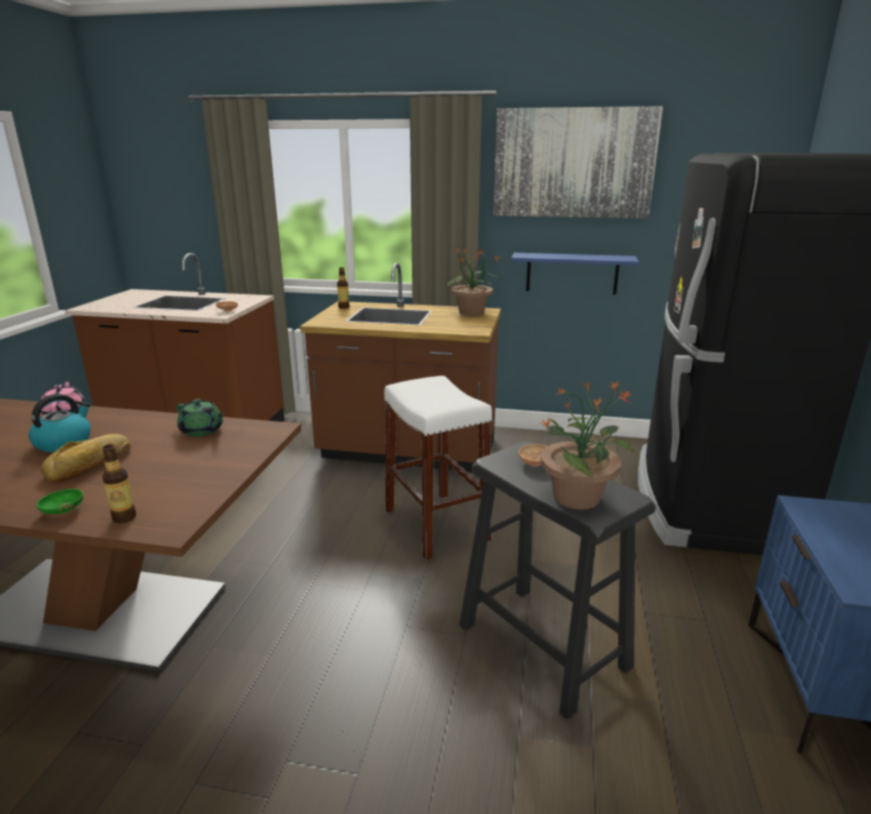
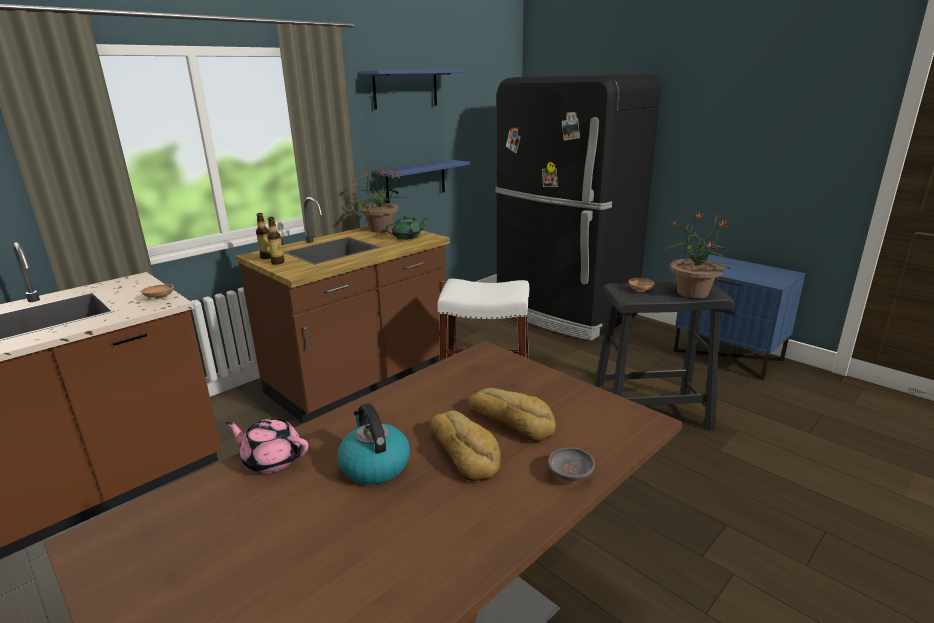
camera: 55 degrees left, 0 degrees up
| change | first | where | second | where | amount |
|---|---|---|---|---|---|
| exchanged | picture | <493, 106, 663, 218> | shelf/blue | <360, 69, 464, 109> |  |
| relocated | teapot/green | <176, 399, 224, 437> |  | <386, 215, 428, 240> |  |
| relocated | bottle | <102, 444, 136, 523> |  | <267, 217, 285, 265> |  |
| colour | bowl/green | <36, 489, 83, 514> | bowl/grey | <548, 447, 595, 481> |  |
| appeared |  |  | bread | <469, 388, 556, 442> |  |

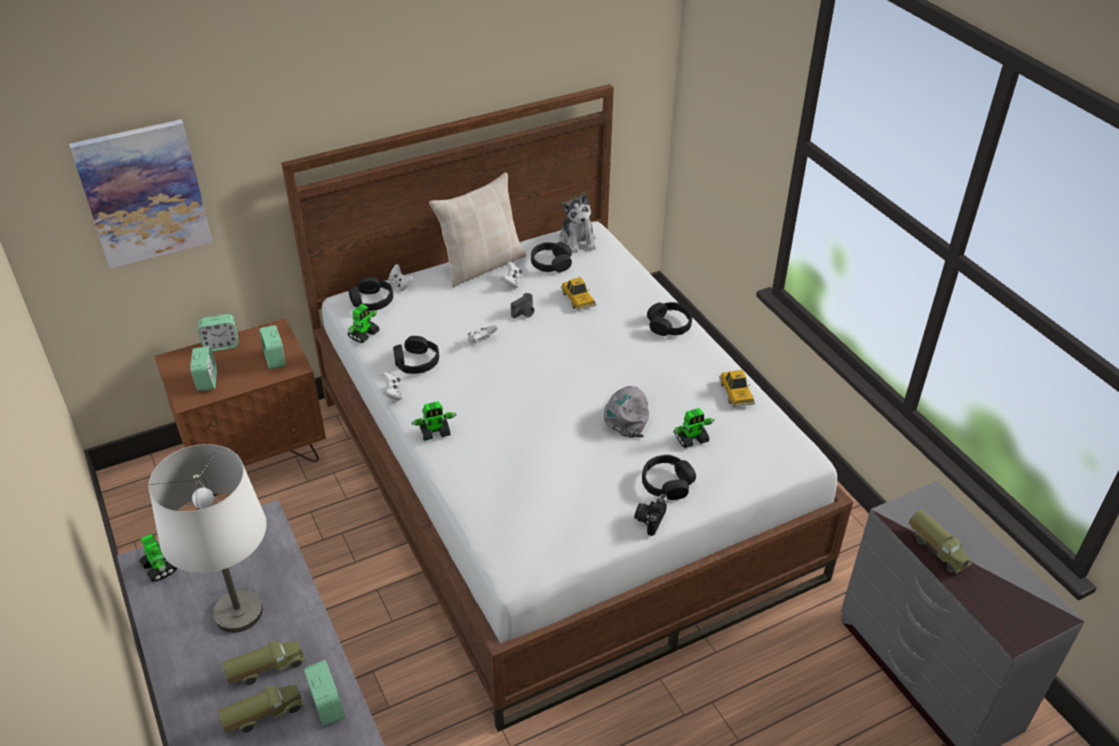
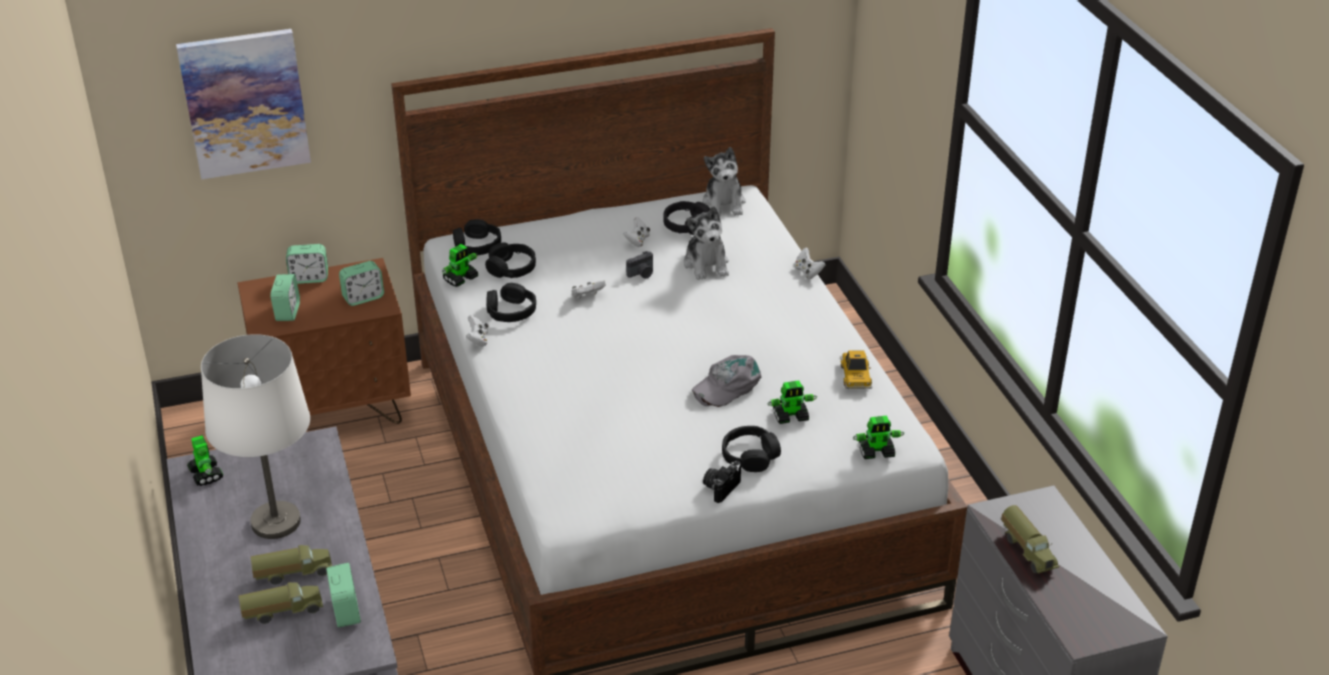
camera: 10 degrees right, 5 degrees down
| change | first | where | second | where | amount |
|---|---|---|---|---|---|
| missing | pillow/beige | <429, 172, 526, 288> |  |  |  |
| relocated | game controller/white | <388, 264, 414, 291> |  | <794, 247, 825, 279> |  |
| exchanged | toy car | <561, 277, 596, 310> | plush toy | <684, 206, 729, 280> |  |
| relocated | headphones/black | <647, 302, 692, 336> |  | <485, 242, 536, 278> |  |
| spun | alarm clock | <259, 325, 286, 369> |  | <339, 261, 384, 306> | 105 degrees counterclockwise |
| spun | cap/grey | <604, 386, 649, 438> |  | <692, 355, 761, 407> | 150 degrees counterclockwise |
| relocated | toy robot | <412, 401, 456, 441> |  | <853, 416, 904, 459> |  |

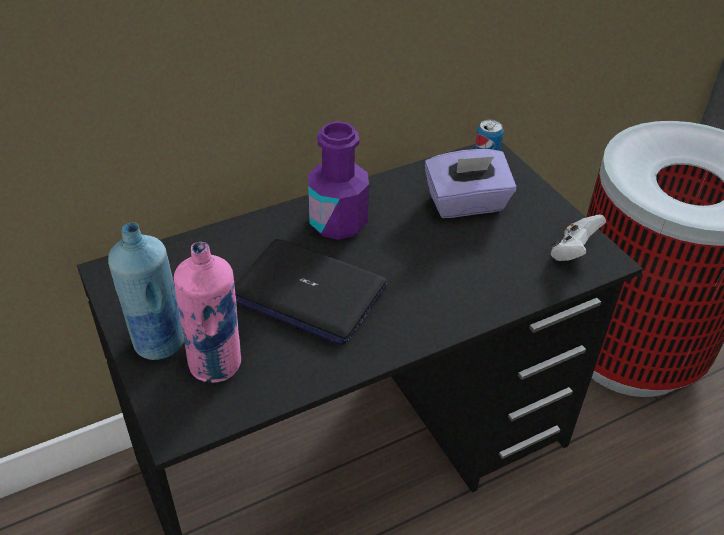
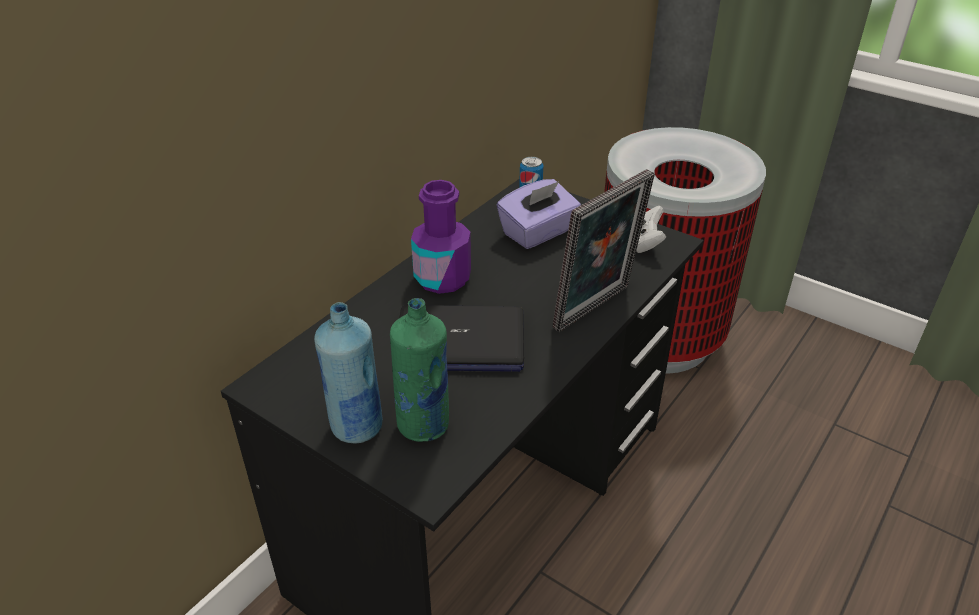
camera: 25 degrees left, 5 degrees down
| change | first | where | second | where | amount |
|---|---|---|---|---|---|
| colour | bottle/pink | <174, 242, 241, 383> | bottle/green | <390, 298, 449, 442> |  |
| appeared |  |  | picture frame | <552, 169, 655, 332> |  |

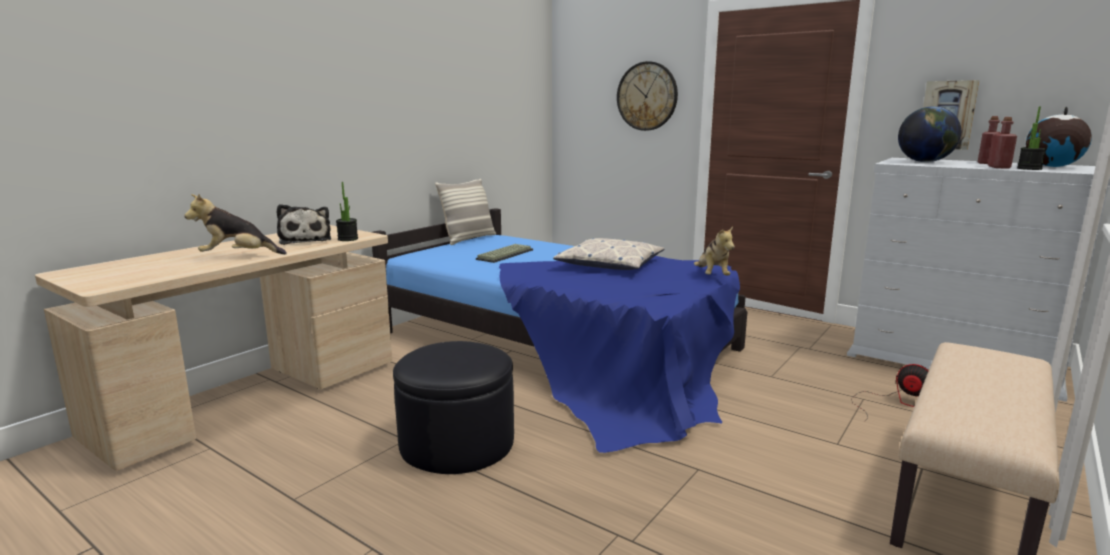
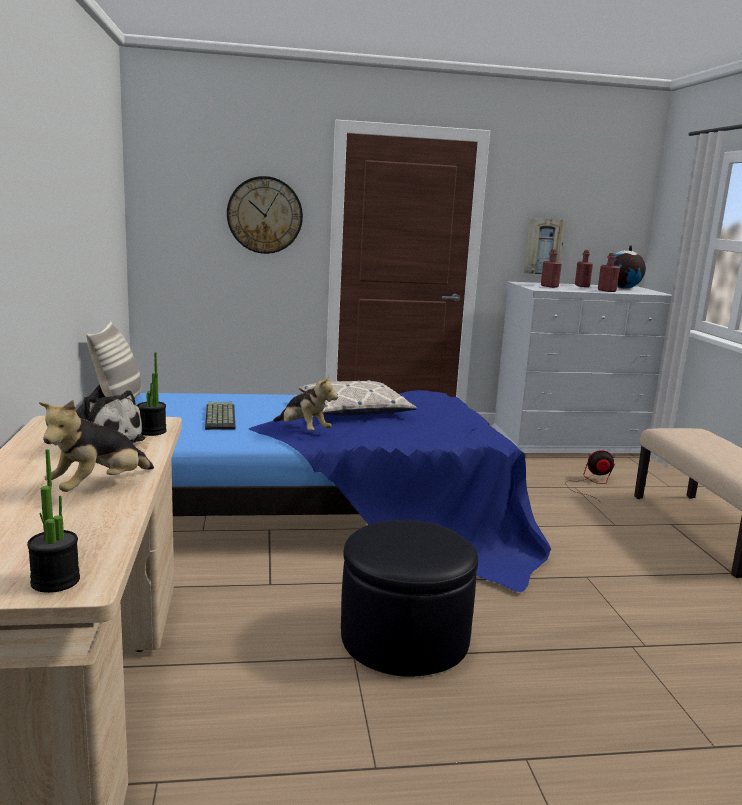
camera: 45 degrees left, 0 degrees up
| change | first | where | second | where | amount |
|---|---|---|---|---|---|
| exchanged | globe | <898, 106, 961, 162> | bottle/red | <541, 249, 562, 288> |  |
| relocated | potted plant | <1017, 107, 1046, 170> |  | <27, 449, 80, 593> |  |
| relocated | plush toy | <694, 226, 735, 275> |  | <273, 374, 338, 431> |  |

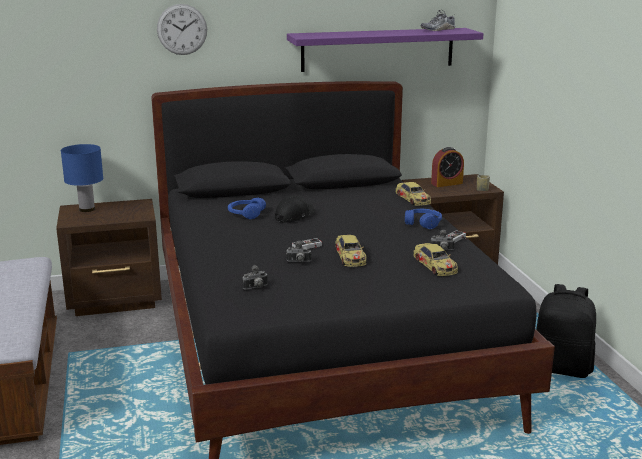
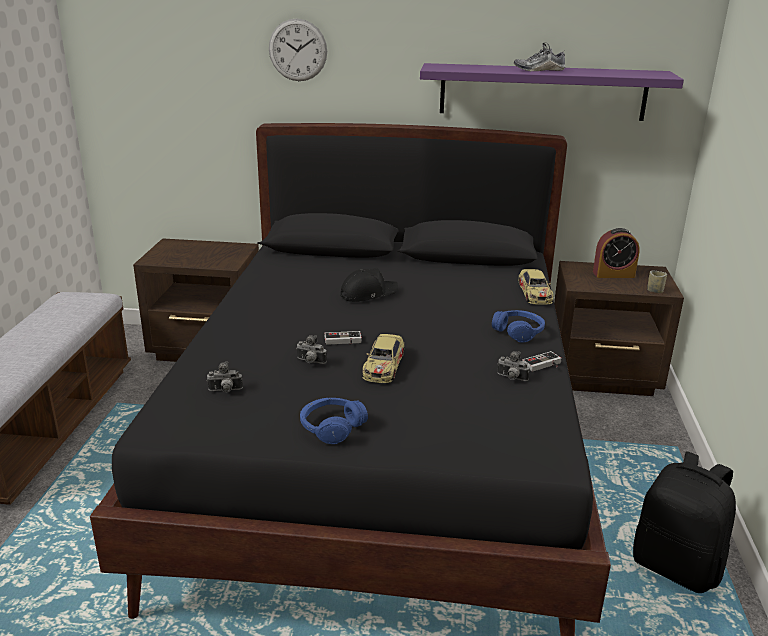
camera: 20 degrees right, 5 degrees up
| change | first | where | second | where | amount |
|---|---|---|---|---|---|
| relocated | shoe | <421, 10, 455, 31> |  | <514, 43, 565, 72> |  |
| missing | table lamp/blue | <61, 144, 104, 212> |  |  |  |
| relocated | headphones/blue | <228, 197, 266, 219> |  | <300, 398, 368, 444> |  |
| missing | toy car | <413, 243, 458, 276> |  |  |  |

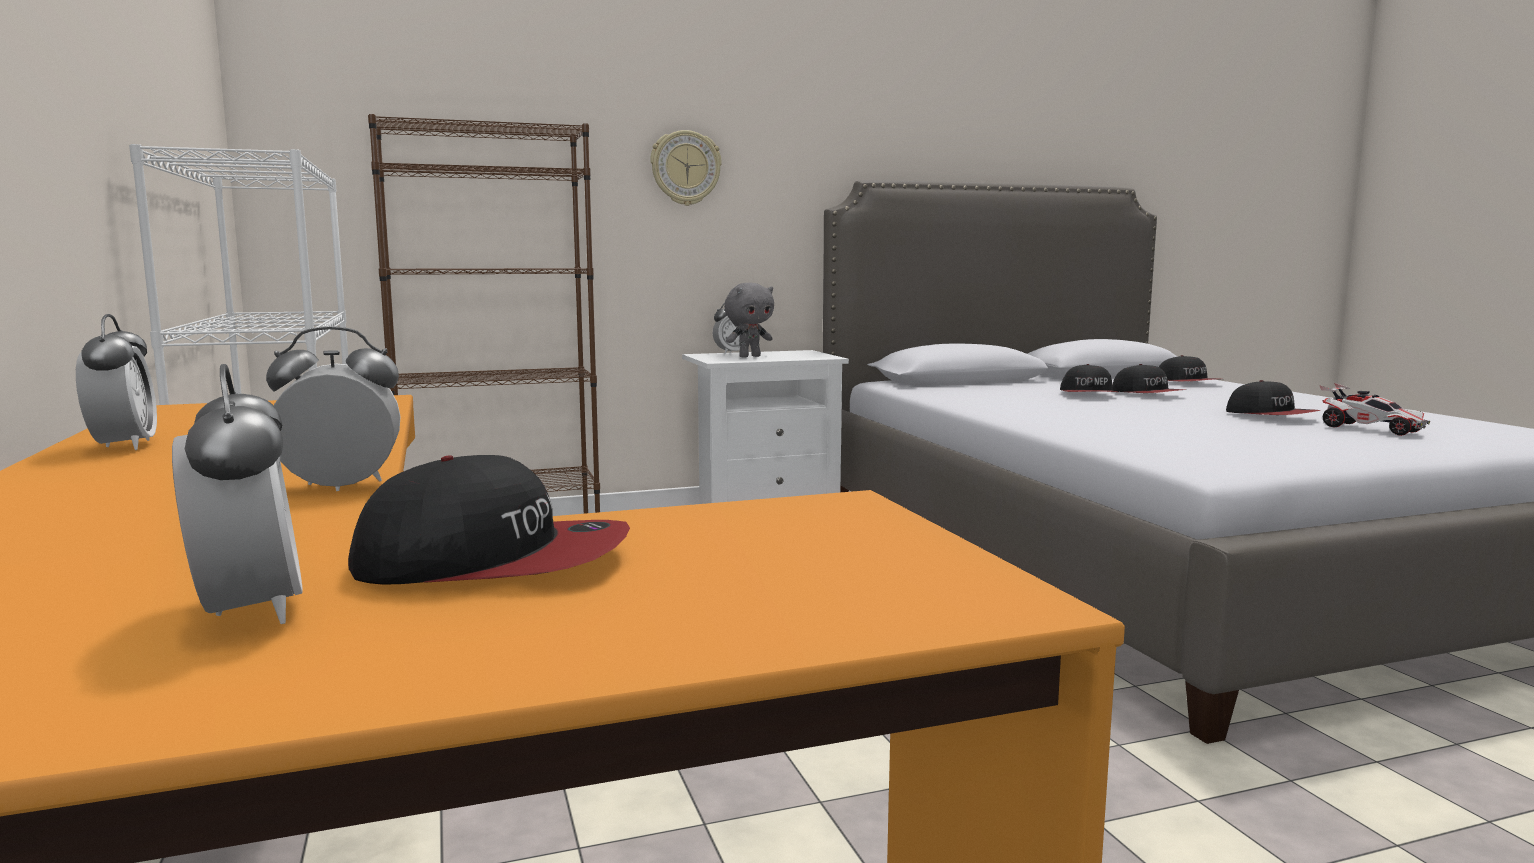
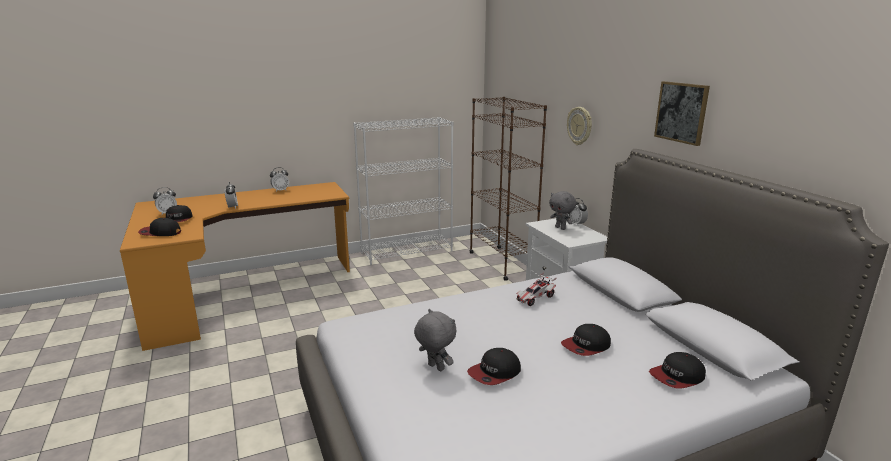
camera: 85 degrees right, 10 degrees up
| change | first | where | second | where | amount |
|---|---|---|---|---|---|
| relocated | cap | <1060, 364, 1117, 392> |  | <138, 218, 181, 236> |  |
| relocated | toy car | <1319, 383, 1430, 436> |  | <516, 272, 557, 306> |  |
| appeared |  |  | picture | <654, 81, 710, 146> |  |
| appeared |  |  | plush toy/grey | <414, 309, 457, 371> |  |

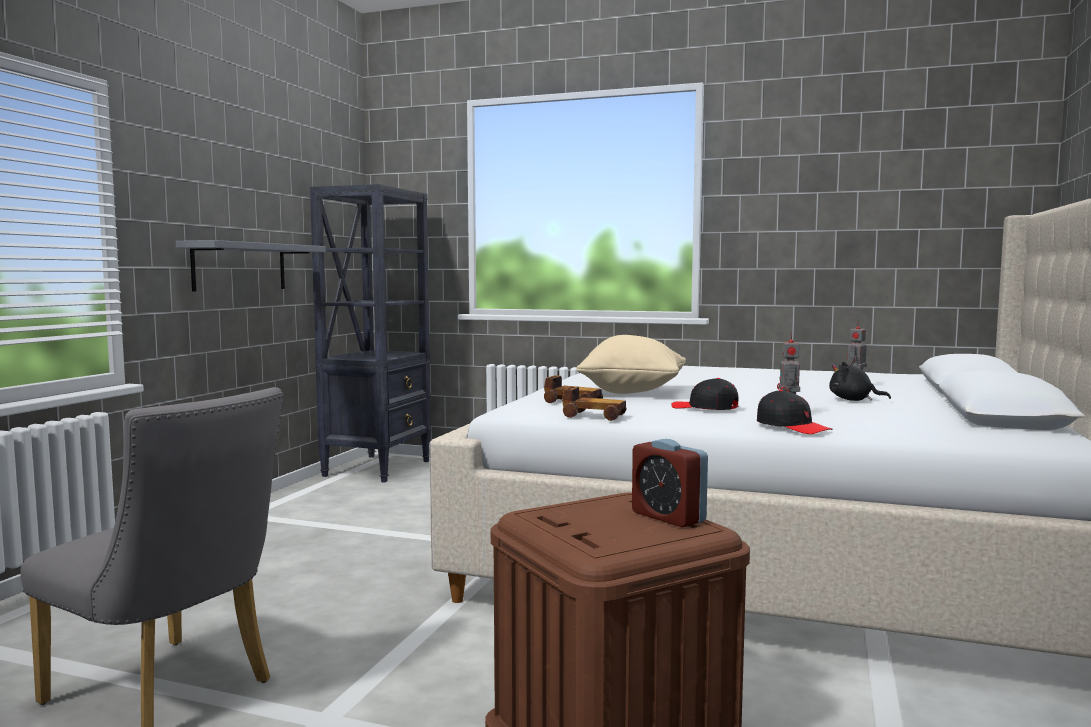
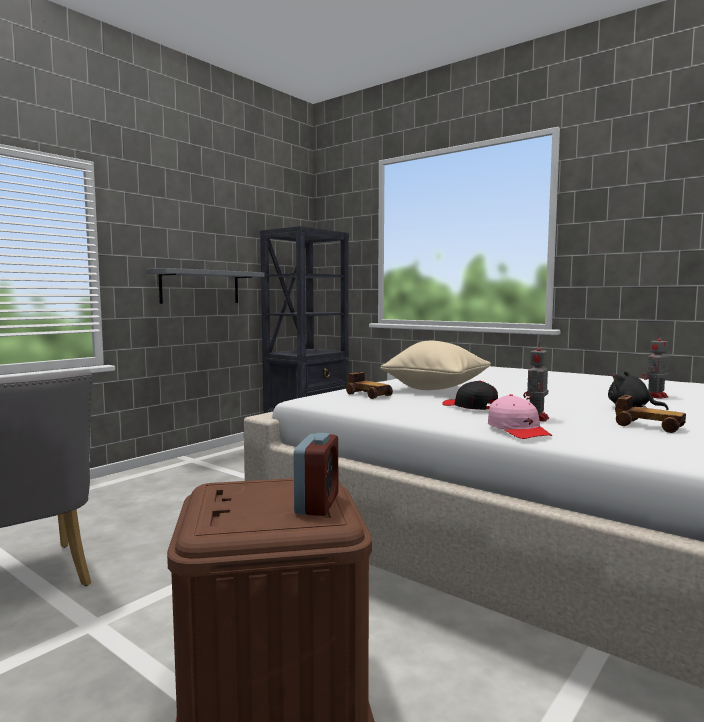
camera: 20 degrees right, 0 degrees up
| change | first | where | second | where | amount |
|---|---|---|---|---|---|
| relocated | toy car | <562, 386, 626, 421> |  | <615, 395, 686, 433> |  |
| colour | cap/black | <757, 390, 832, 434> | cap/pink | <488, 394, 552, 439> |  |
| spun | alarm clock | <632, 439, 708, 528> |  | <293, 433, 338, 516> | 150 degrees counterclockwise |

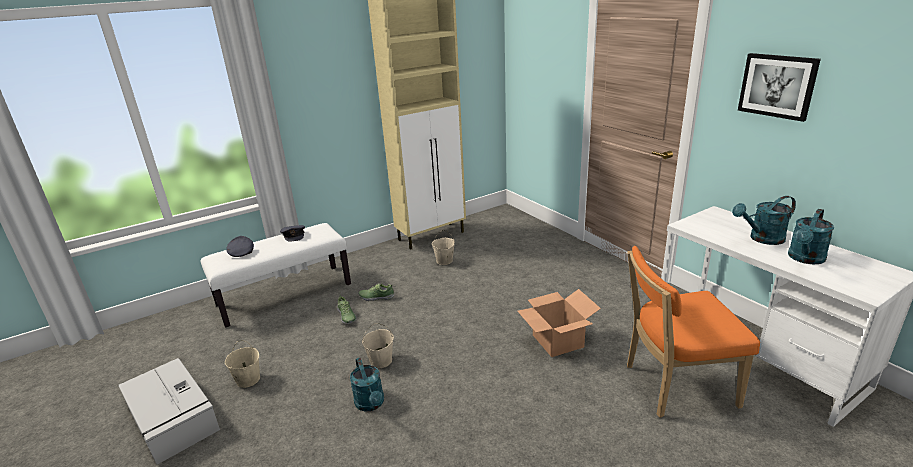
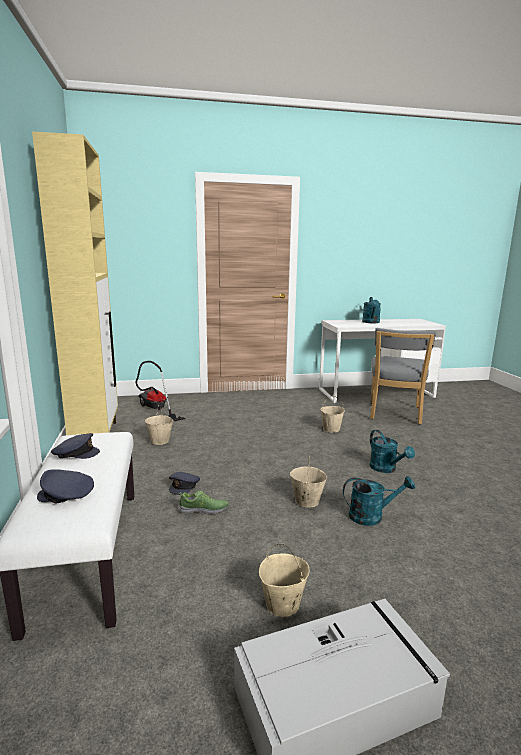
camera: 70 degrees left, 10 degrees down
| change | first | where | second | where | amount |
|---|---|---|---|---|---|
| missing | picture | <738, 53, 821, 122> |  |  |  |
| relocated | watering can/turquoise | <788, 209, 834, 265> |  | <369, 430, 415, 473> |  |
| colour | chair/orange | <627, 246, 760, 418> | chair/grey | <370, 328, 436, 424> |  |
| exchanged | shoe | <358, 283, 394, 301> | cap/grey | <169, 472, 200, 495> |  |
| exchanged | cardboard box | <517, 289, 601, 357> | bucket/beige | <320, 396, 345, 433> |  |
| appeared |  |  | vacuum cleaner | <136, 361, 185, 422> |  |

